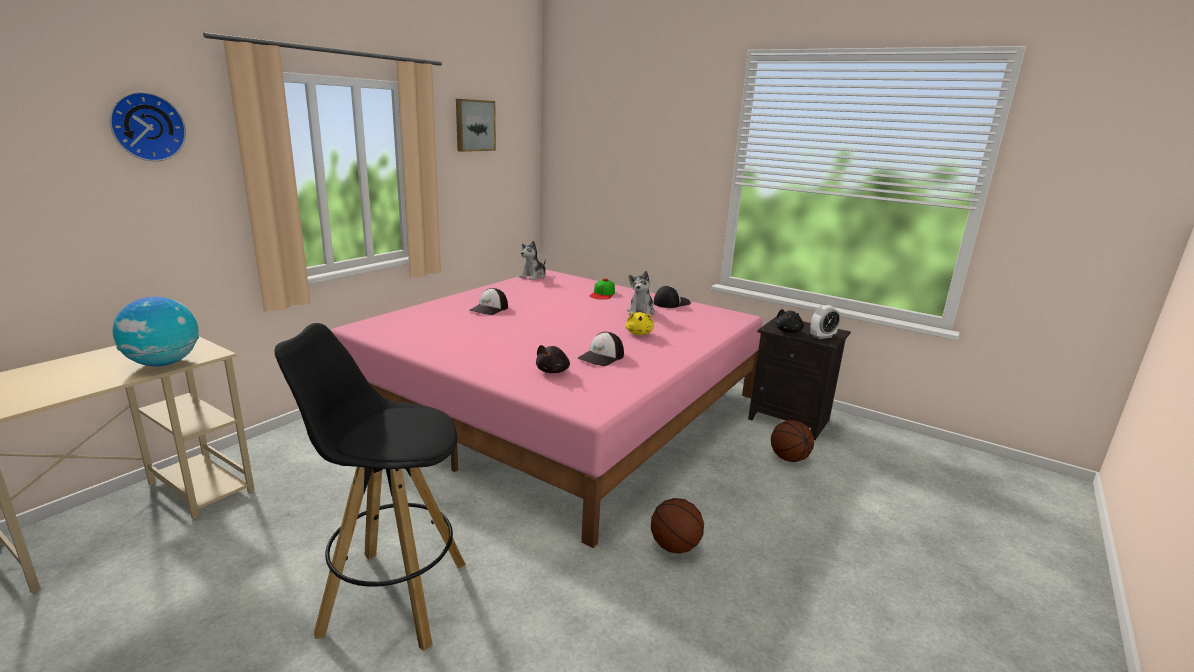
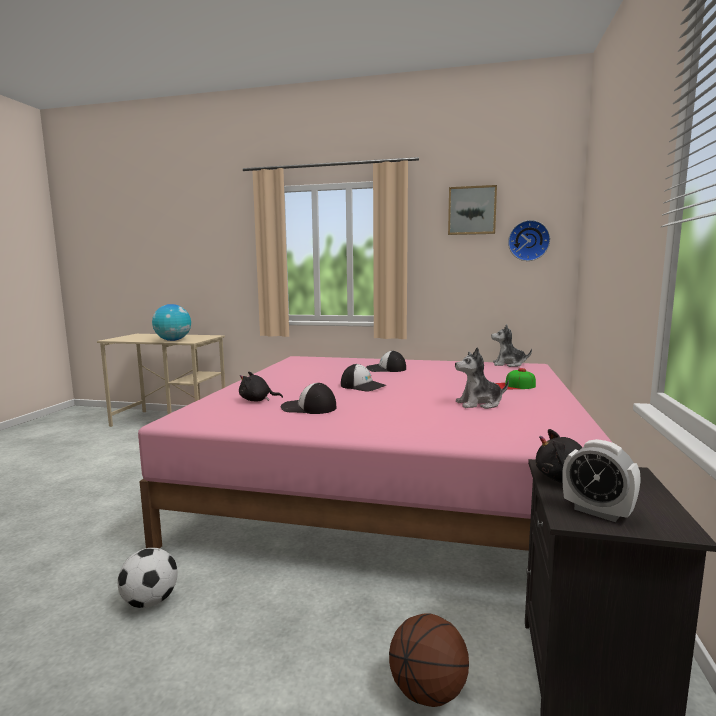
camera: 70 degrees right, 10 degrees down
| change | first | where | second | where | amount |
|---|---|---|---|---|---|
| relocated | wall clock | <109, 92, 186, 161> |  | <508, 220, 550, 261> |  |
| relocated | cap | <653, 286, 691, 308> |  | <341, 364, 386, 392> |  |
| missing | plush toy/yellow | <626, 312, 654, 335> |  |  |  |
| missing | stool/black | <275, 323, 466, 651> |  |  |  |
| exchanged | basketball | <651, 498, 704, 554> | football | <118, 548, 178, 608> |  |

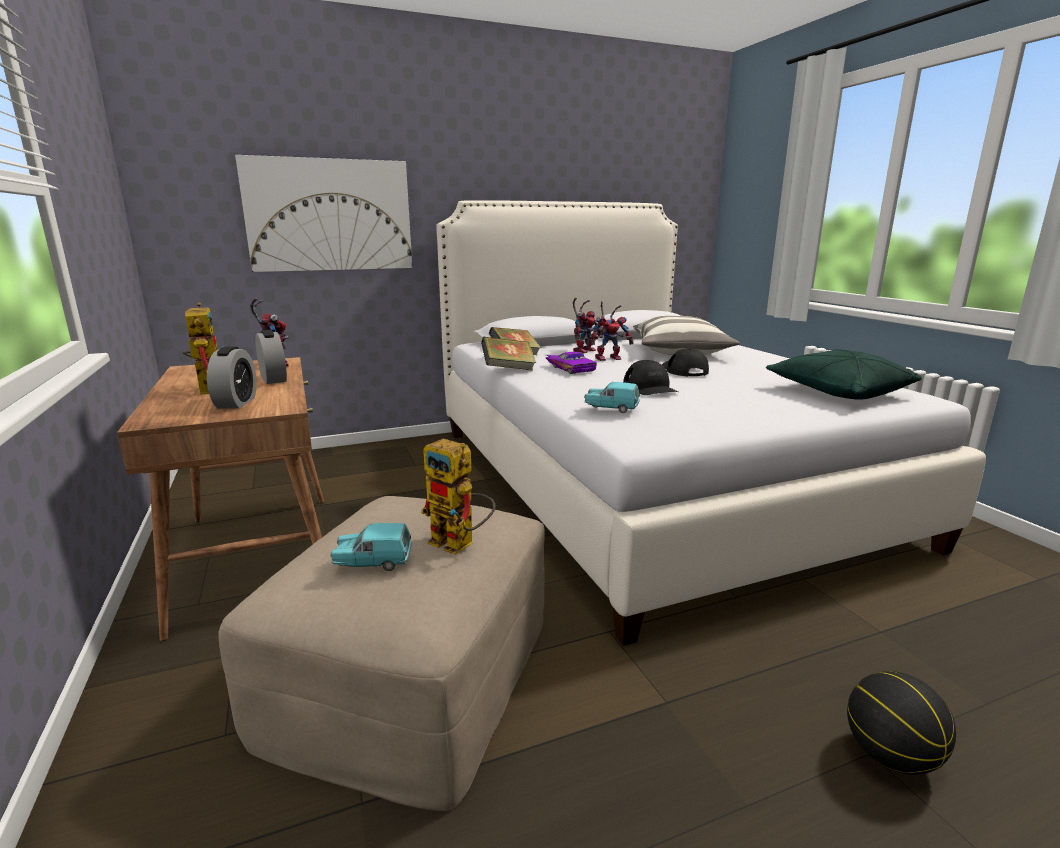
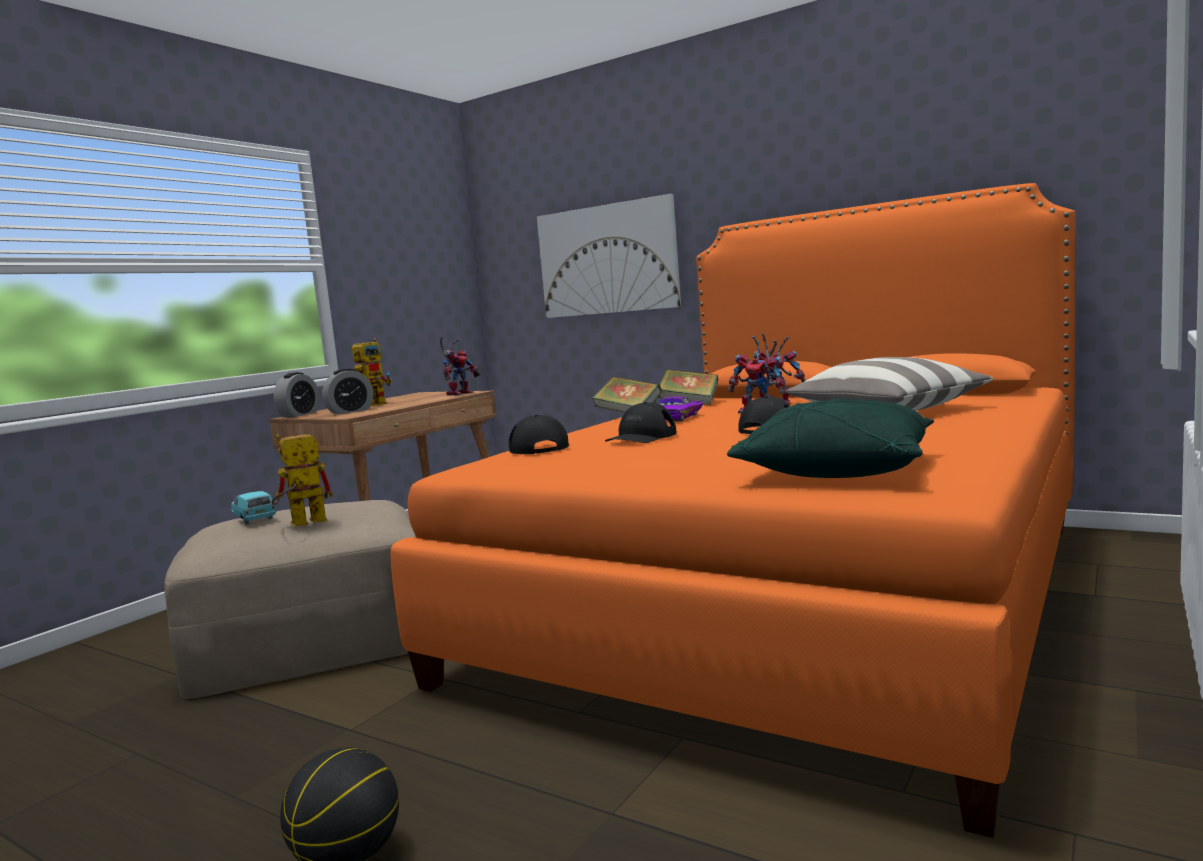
camera: 55 degrees right, 10 degrees down
| change | first | where | second | where | amount |
|---|---|---|---|---|---|
| colour | bed/white | <436, 200, 986, 646> | bed/orange | <390, 183, 1076, 838> |  |
| relocated | alarm clock | <255, 330, 287, 384> |  | <274, 372, 320, 417> |  |
| exchanged | toy car/turquoise | <584, 382, 640, 413> | cap/black | <508, 415, 569, 454> |  |
| spun | toy robot | <421, 439, 495, 555> |  | <272, 434, 334, 526> | 60 degrees clockwise |

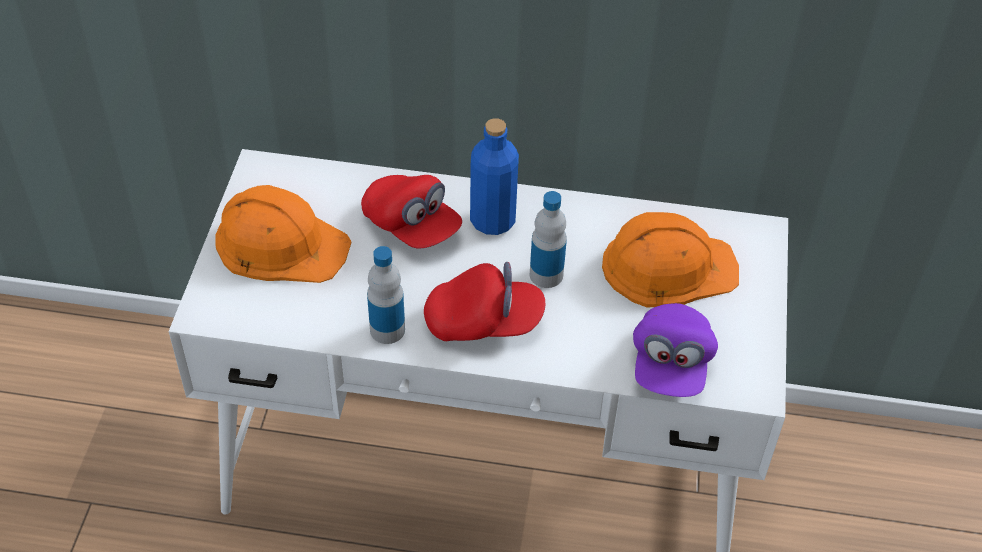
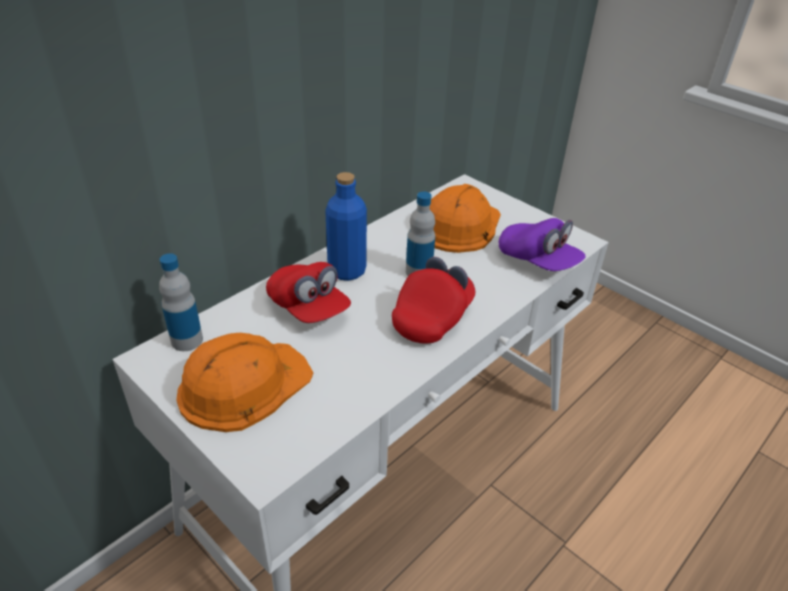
camera: 55 degrees left, 10 degrees down
| change | first | where | second | where | amount |
|---|---|---|---|---|---|
| spun | cap/red | <361, 175, 462, 249> |  | <266, 262, 351, 323> | 60 degrees clockwise |
| relocated | bottle | <367, 246, 405, 344> |  | <159, 253, 203, 351> |  |

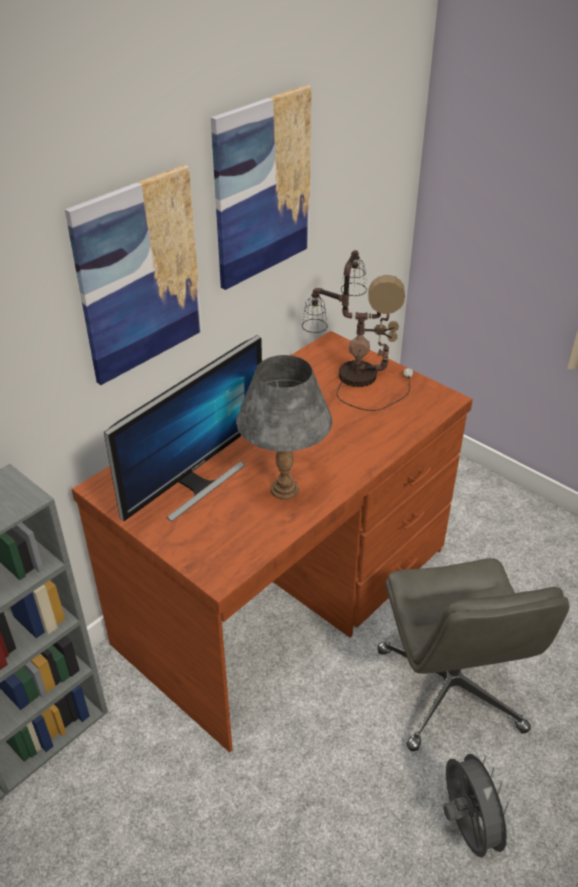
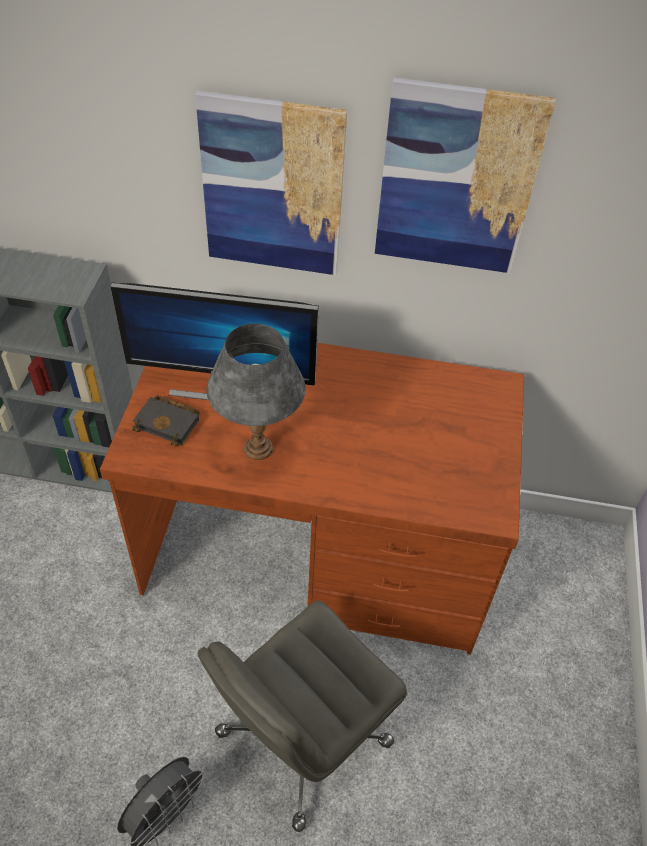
camera: 55 degrees right, 10 degrees up
| change | first | where | second | where | amount |
|---|---|---|---|---|---|
| missing | table lamp | <302, 250, 413, 411> |  |  |  |
| appeared |  |  | book/black | <132, 395, 200, 446> |  |

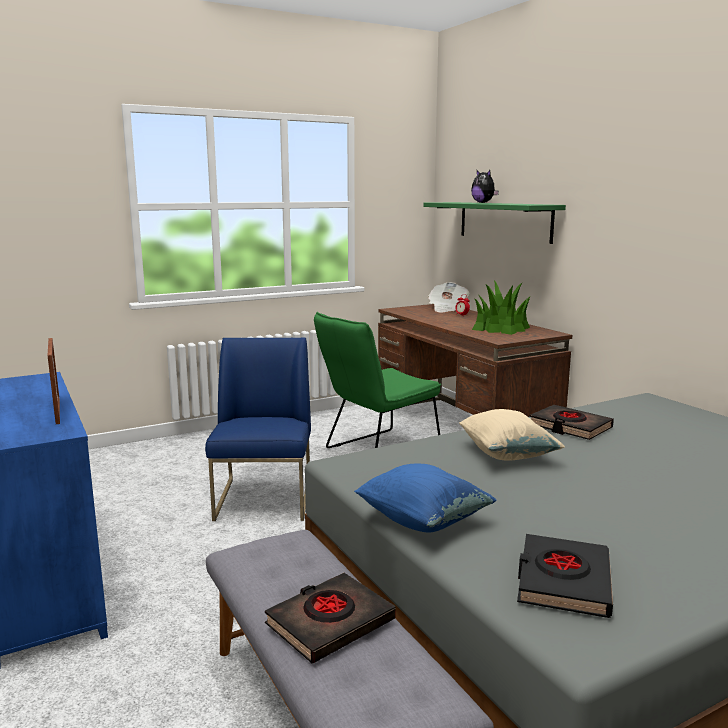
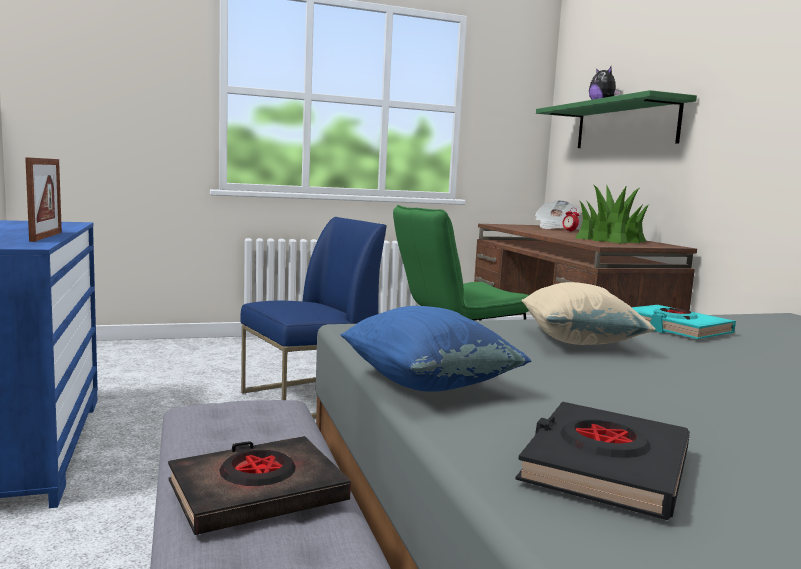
camera: 10 degrees right, 5 degrees down
| change | first | where | second | where | amount |
|---|---|---|---|---|---|
| spun | chair/blue | <205, 337, 311, 521> |  | <240, 217, 387, 419> | 45 degrees clockwise |
| colour | book/black | <529, 405, 614, 440> | book/turquoise | <632, 305, 736, 339> |  |

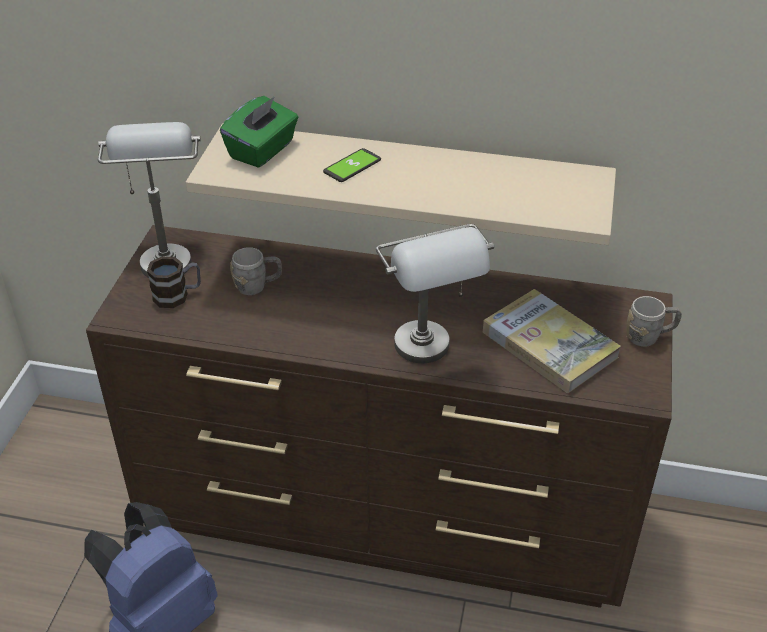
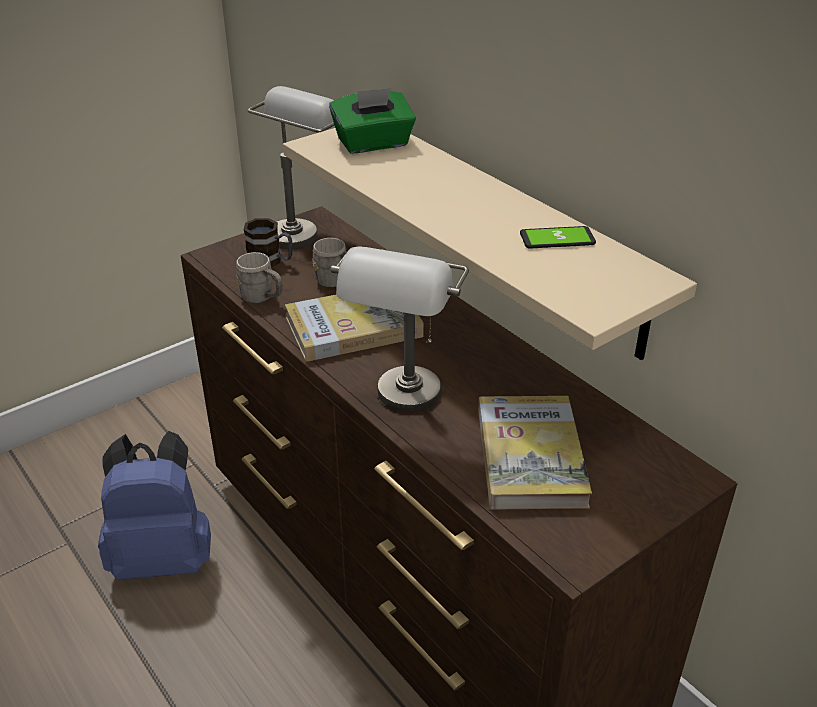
camera: 40 degrees right, 5 degrees down
| change | first | where | second | where | amount |
|---|---|---|---|---|---|
| relocated | phone | <323, 148, 381, 182> |  | <520, 226, 596, 248> |  |
| relocated | mug/grey | <626, 296, 682, 347> |  | <236, 252, 283, 303> |  |
| appeared |  |  | book | <285, 294, 424, 362> |  |

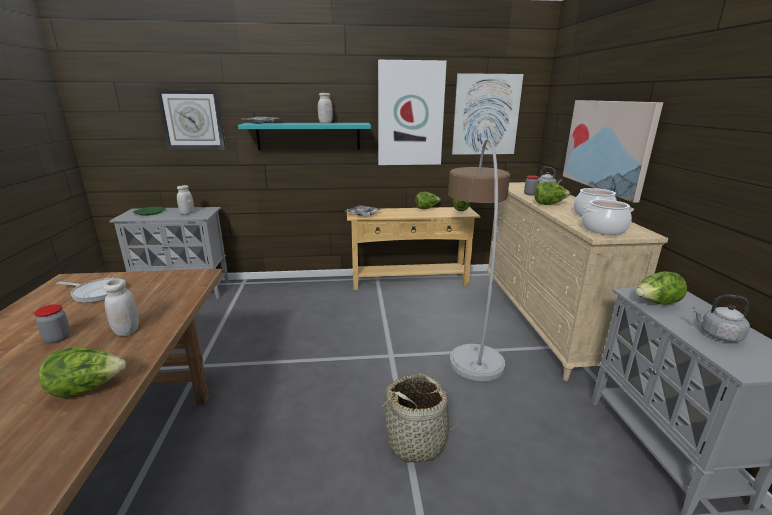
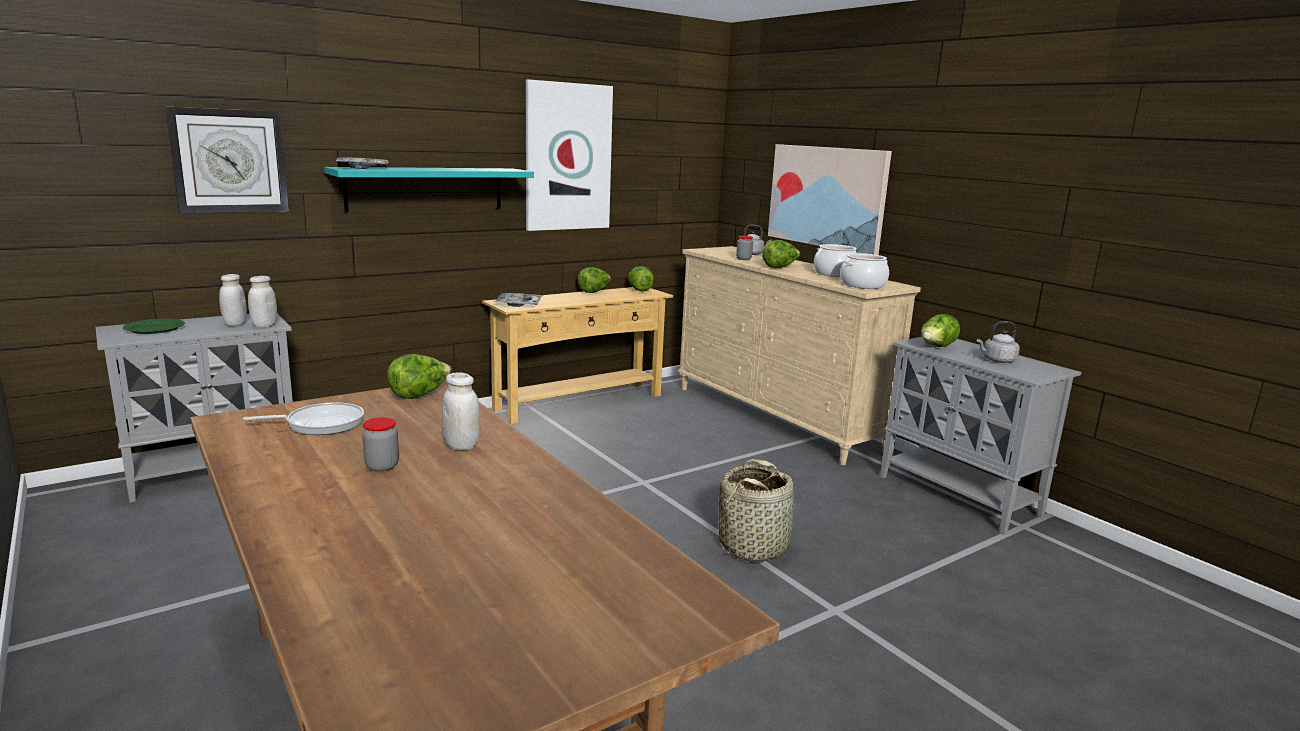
camera: 30 degrees left, 5 degrees down
| change | first | where | second | where | amount |
|---|---|---|---|---|---|
| missing | picture | <452, 73, 524, 155> |  |  |  |
| relocated | jar/white | <318, 93, 333, 123> |  | <248, 276, 277, 328> |  |
| missing | floor lamp | <448, 138, 510, 381> |  |  |  |
| relocated | lettuce | <39, 347, 126, 398> |  | <387, 354, 451, 399> |  |

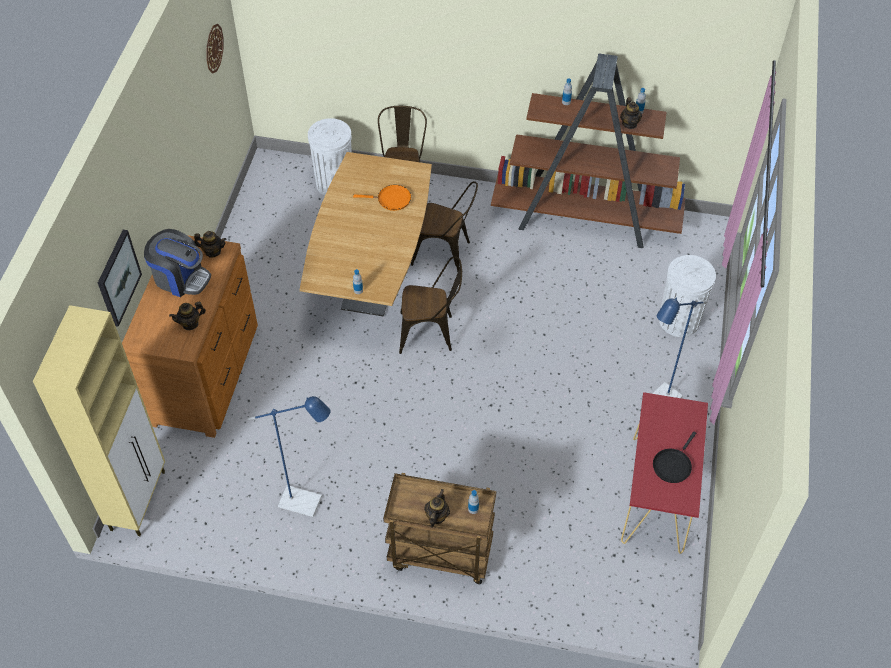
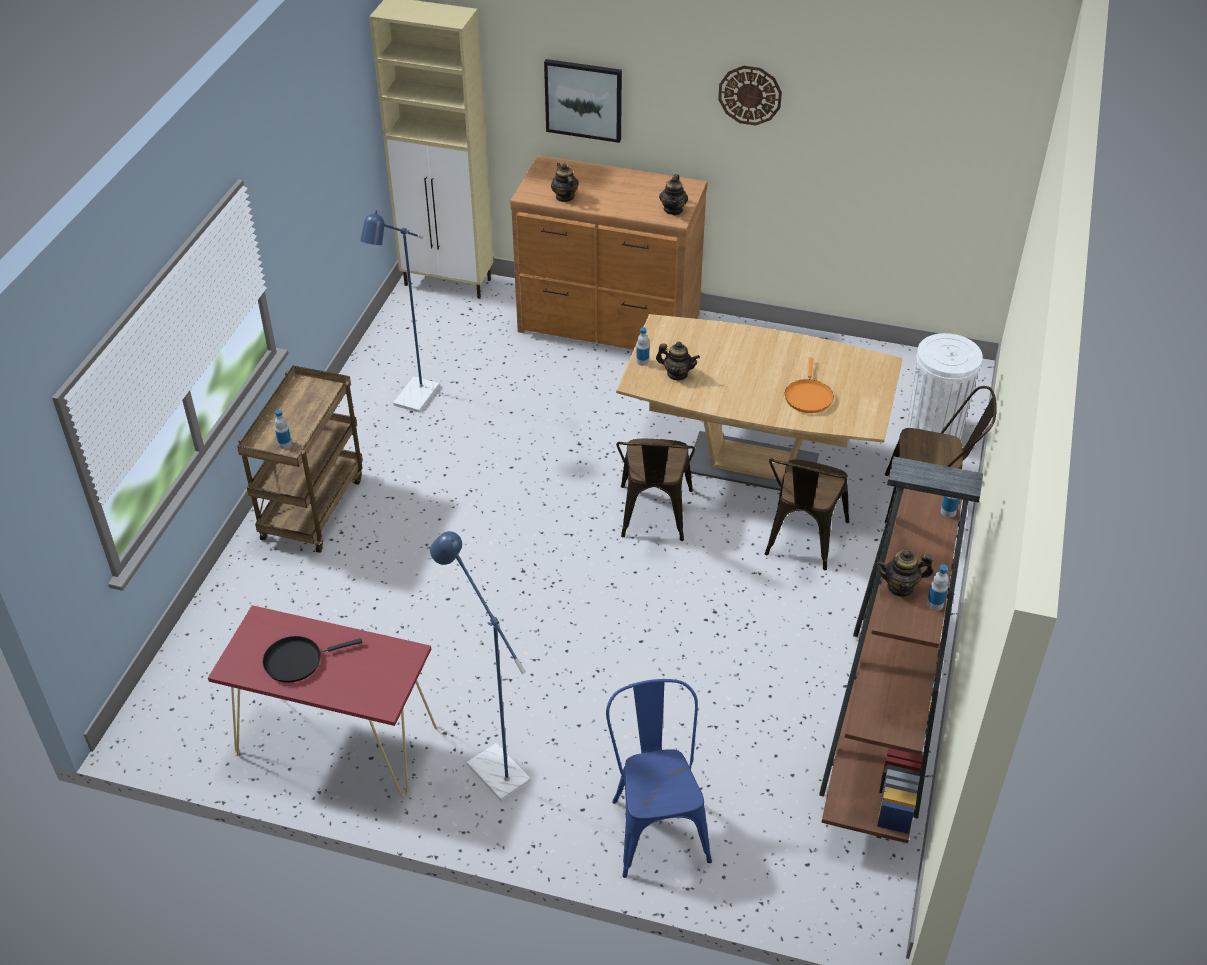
camera: 95 degrees right, 10 degrees down
| change | first | where | second | where | amount |
|---|---|---|---|---|---|
| relocated | wall clock | <206, 24, 224, 74> |  | <718, 65, 782, 125> |  |
| missing | coffee machine | <144, 229, 211, 297> |  |  |  |
| exchanged | trash can/white | <659, 255, 716, 337> | chair/blue | <606, 679, 712, 878> |  |
| spun | frying pan/black | <653, 431, 696, 483> |  | <263, 636, 362, 683> | 60 degrees counterclockwise |
| relocated | teapot | <424, 489, 450, 528> |  | <656, 342, 700, 380> |  |

